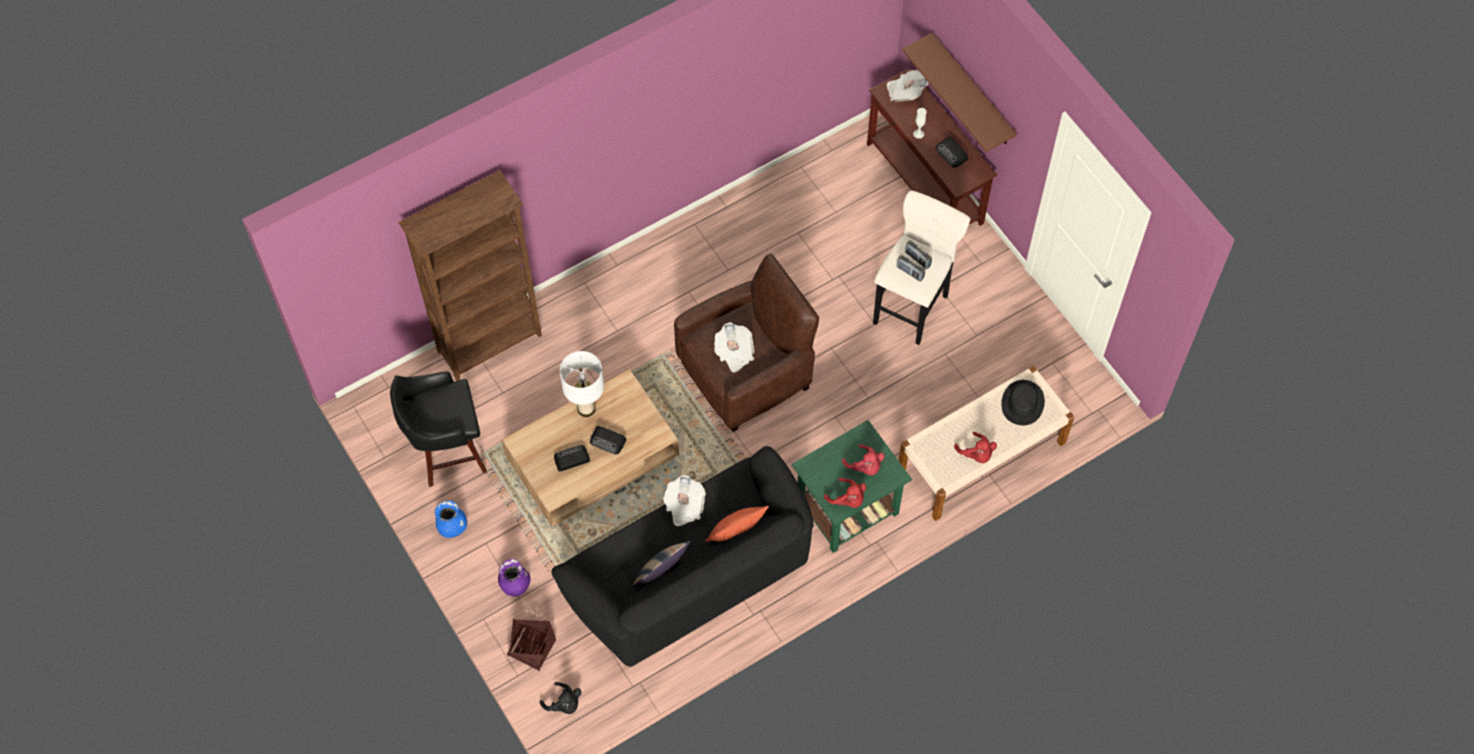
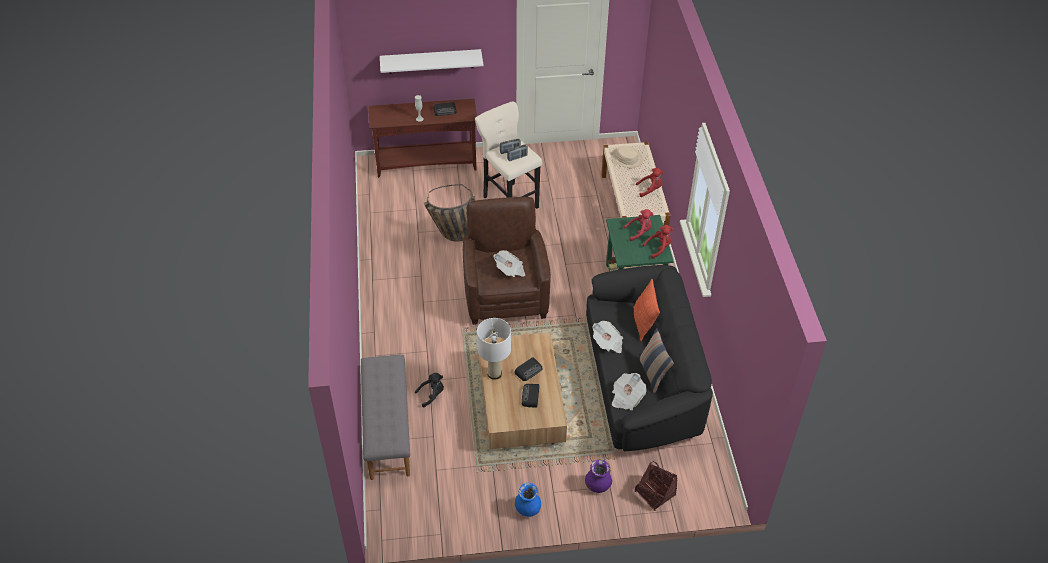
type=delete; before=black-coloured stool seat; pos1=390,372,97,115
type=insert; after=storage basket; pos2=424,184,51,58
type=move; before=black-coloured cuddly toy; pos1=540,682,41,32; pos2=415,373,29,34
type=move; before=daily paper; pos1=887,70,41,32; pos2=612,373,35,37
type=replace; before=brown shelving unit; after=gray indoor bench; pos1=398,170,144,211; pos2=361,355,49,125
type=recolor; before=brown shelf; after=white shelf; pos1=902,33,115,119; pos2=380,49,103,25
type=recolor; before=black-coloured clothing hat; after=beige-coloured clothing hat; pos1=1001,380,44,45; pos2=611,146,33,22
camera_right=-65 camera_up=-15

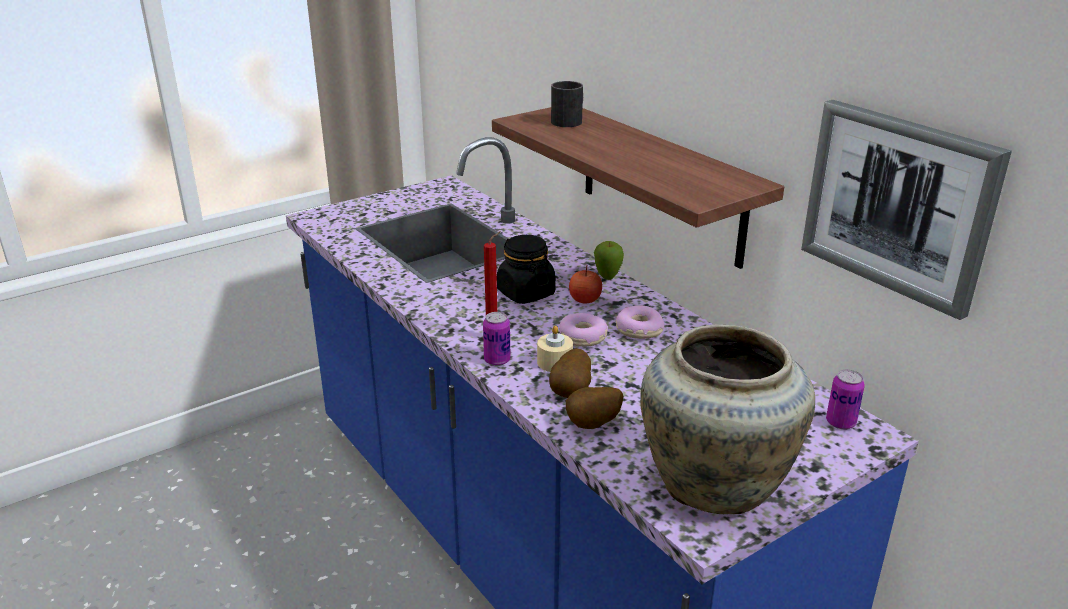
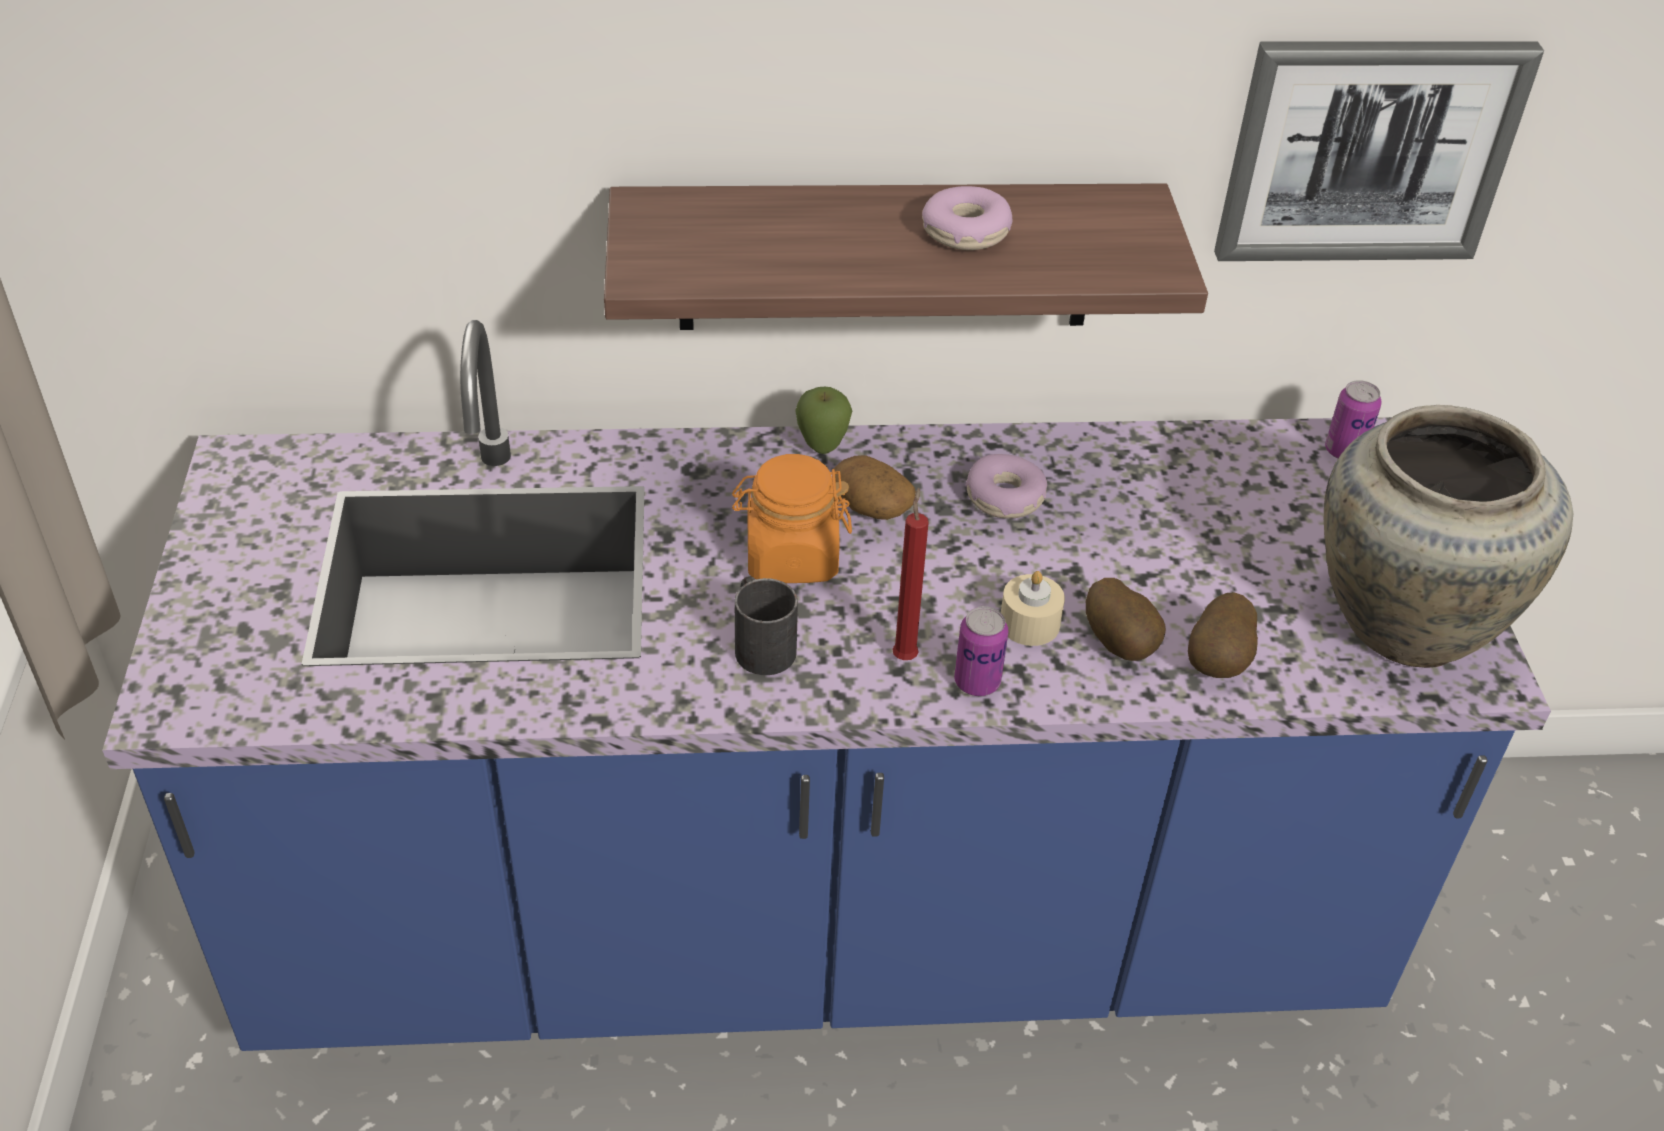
type=move; before=black-coloured tea mug; pos1=551,81,32,46; pos2=735,576,63,99
type=move; before=doughnut; pos1=559,313,49,34; pos2=922,186,91,64
type=replace; before=whole apple; after=potato; pos1=569,265,33,38; pos2=833,455,83,65
type=recolor; before=black-coloured jar; after=orange-coloured jar; pos1=497,235,59,69; pos2=732,454,120,129
camera_right=-60 camera_up=15

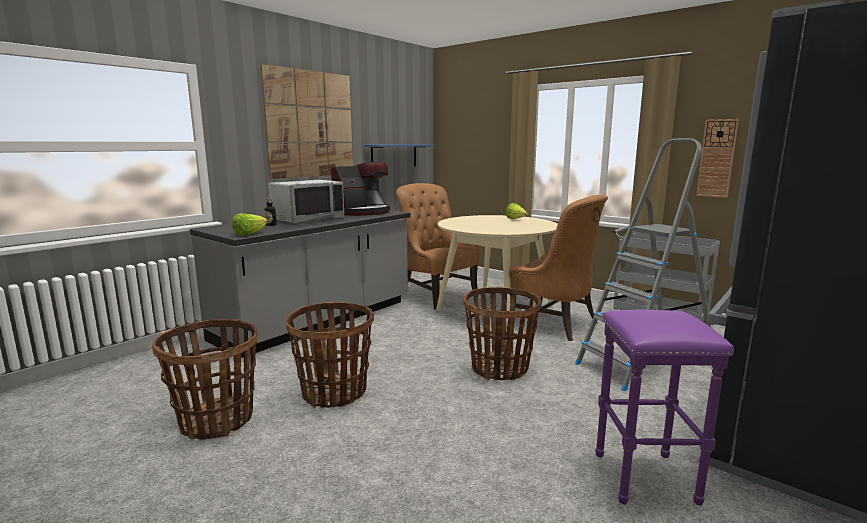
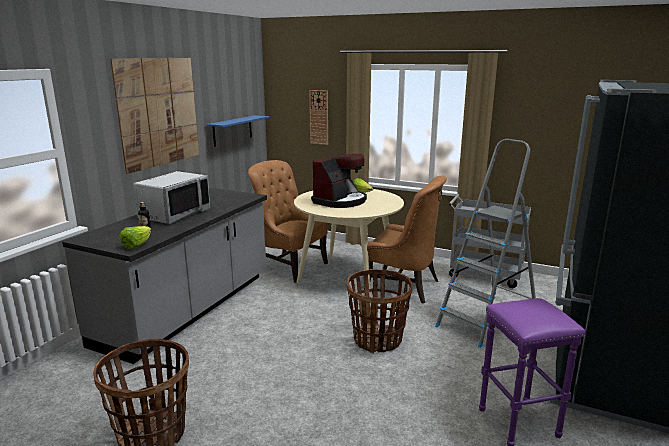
type=delete; before=storage basket; pos1=285,302,89,106
type=move; before=coffee machine; pos1=331,162,59,54; pos2=311,154,56,54
type=move; before=clock on the wall; pos1=696,119,43,79; pos2=309,90,19,55
camera_right=-15 camera_up=5

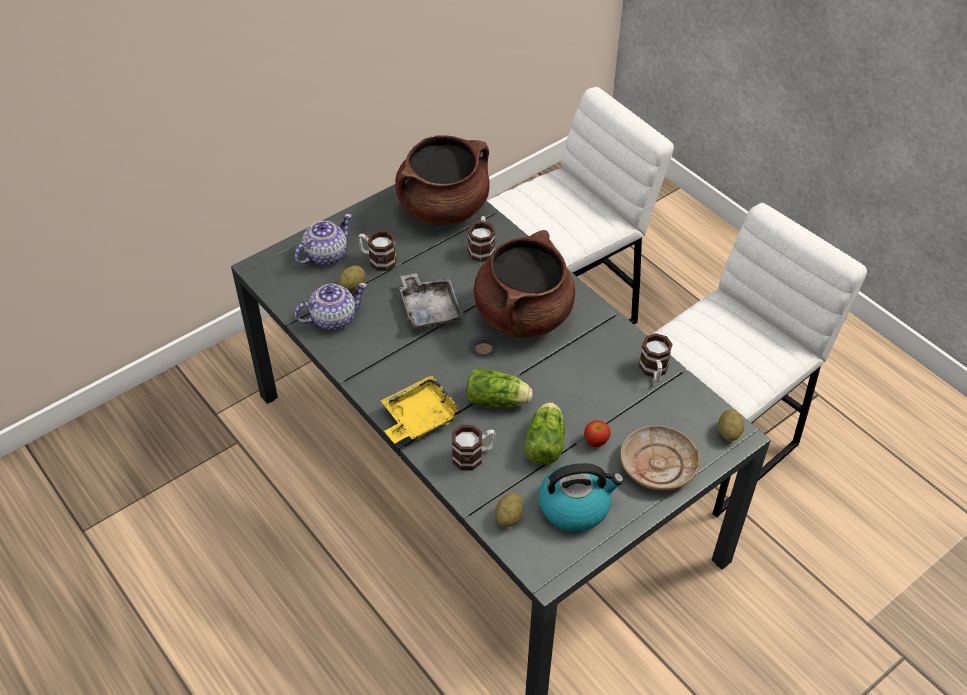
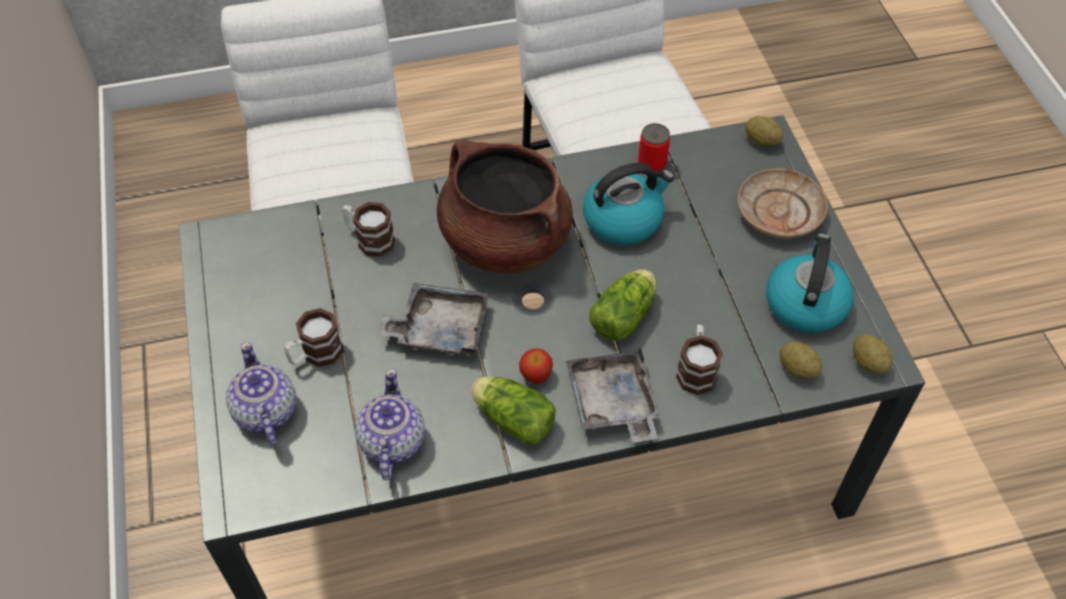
type=delete; before=brown saucepot; pos1=395,135,95,90
type=insert; after=kettle; pos2=583,163,91,82
type=move; before=potato; pos1=339,265,26,26; pos2=853,334,40,40
type=move; before=lettuce; pos1=524,402,41,63; pos2=471,376,85,69
type=move; before=whole apple; pos1=584,420,27,27; pos2=519,348,34,36
type=replace; before=tea mug; after=can; pos1=639,333,34,49; pos2=638,123,32,48
type=recolor; before=yellow-coloured tray; after=gray tray; pos1=381,375,82,69; pos2=566,347,94,96
camera_right=-65 camera_up=5

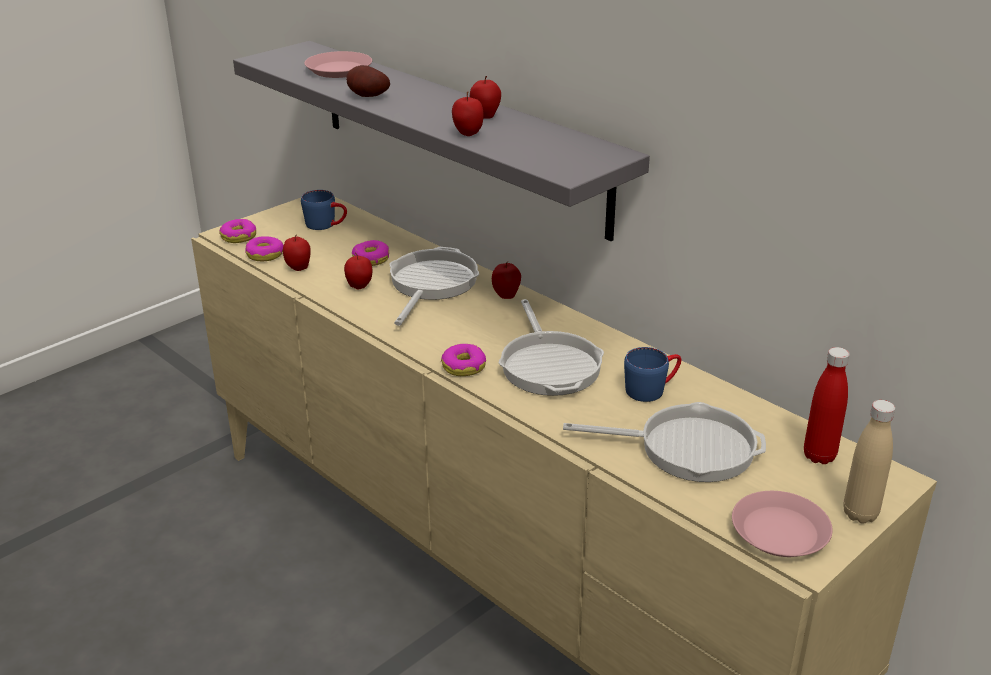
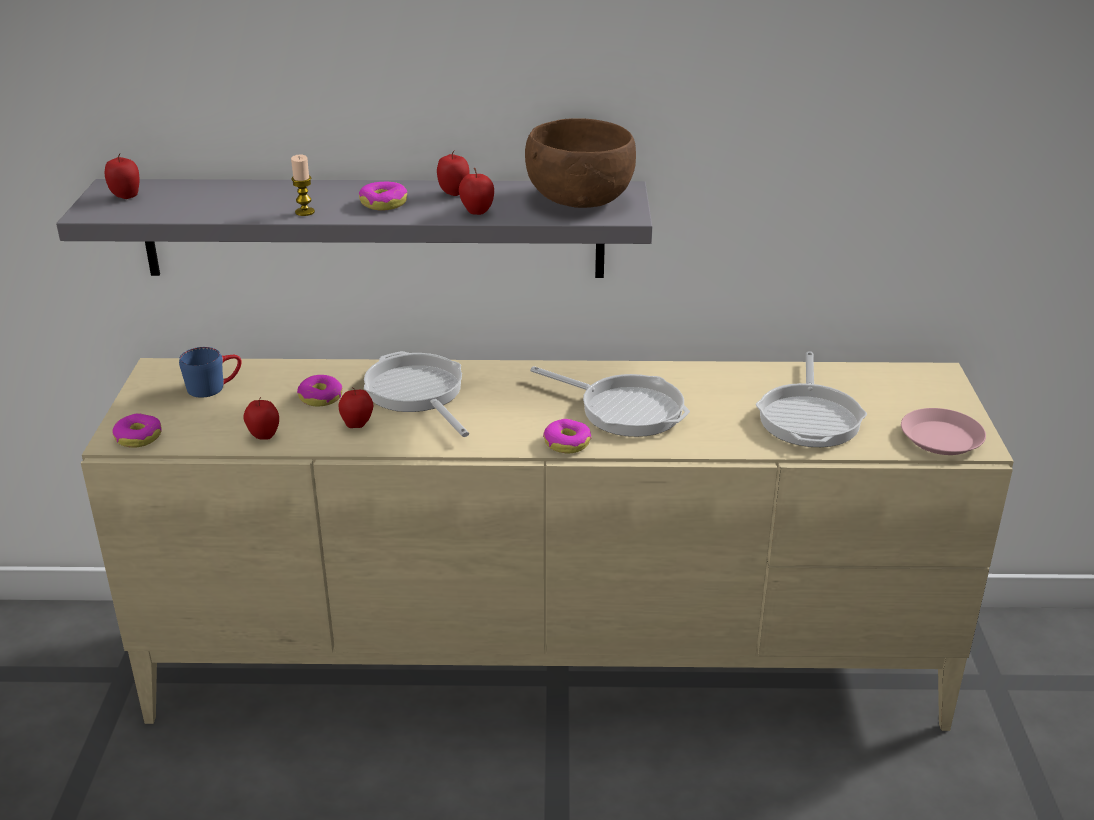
type=delete; before=pinkish plate; pos1=304,51,68,27
type=delete; before=bluish tea mug; pos1=624,347,57,55
type=delete; before=reddish beverage bottle; pos1=804,347,46,117
type=delete; before=beige-coloured beverage bottle; pos1=843,400,52,124
type=insert; after=brown deep dish; pos2=525,118,111,90
type=move; before=doughnut; pos1=245,236,39,25; pos2=359,182,48,29
type=move; before=whole apple; pos1=492,262,29,37; pos2=105,153,35,46
type=replace; before=potato; after=wax candle; pos1=346,65,44,32; pos2=291,155,24,61
type=rotate; before=frying pan; pos1=563,402,203,80; pos2=756,351,111,96; turn=135
camera_right=-45 camera_up=0

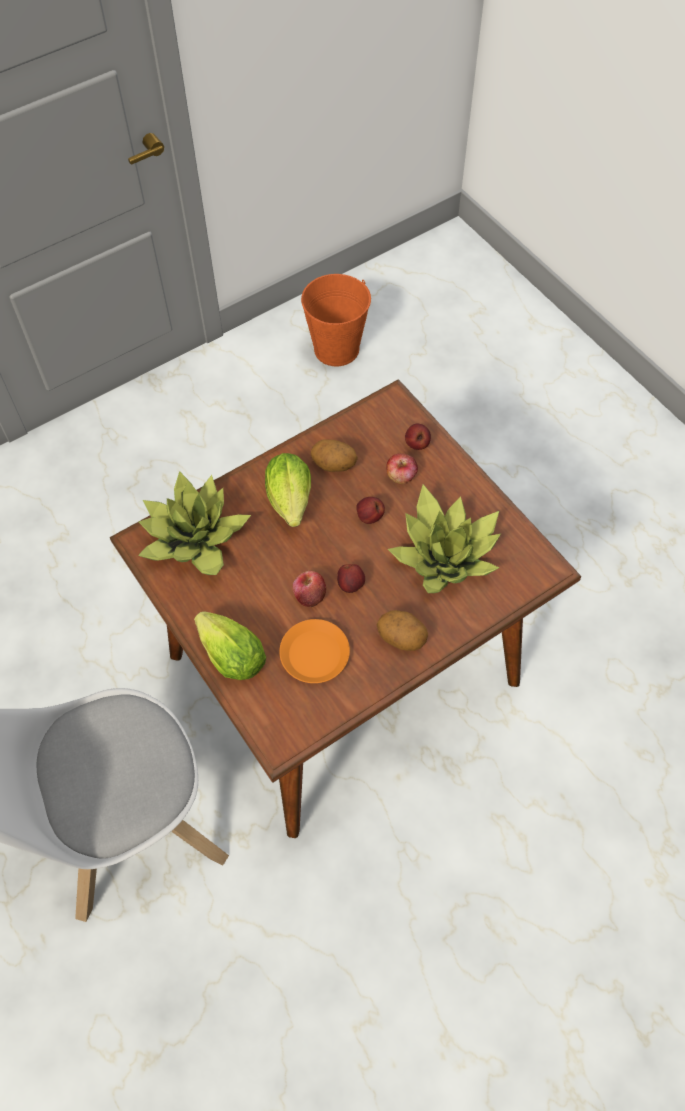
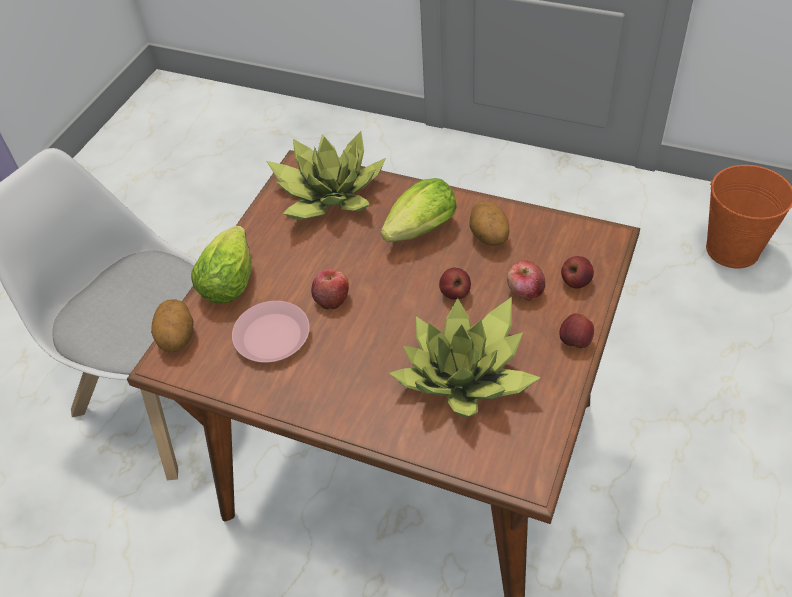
type=move; before=whole apple; pos1=337,564,28,29; pos2=559,313,35,35
type=move; before=potato; pos1=377,610,51,41; pos2=151,299,43,53
type=recolor; before=orange-coloured plate; after=pinkish plate; pos1=279,619,71,64; pos2=232,301,78,62
camera_right=60 camera_up=-10

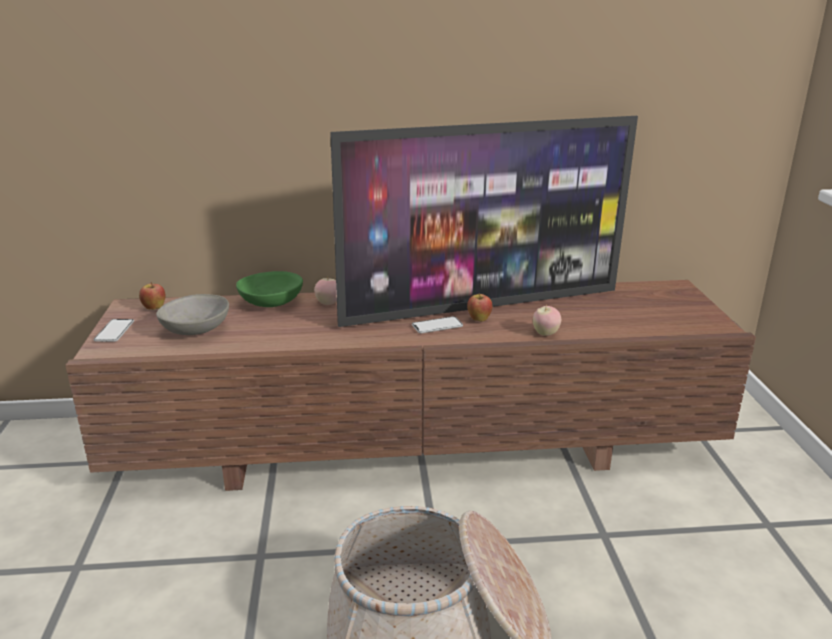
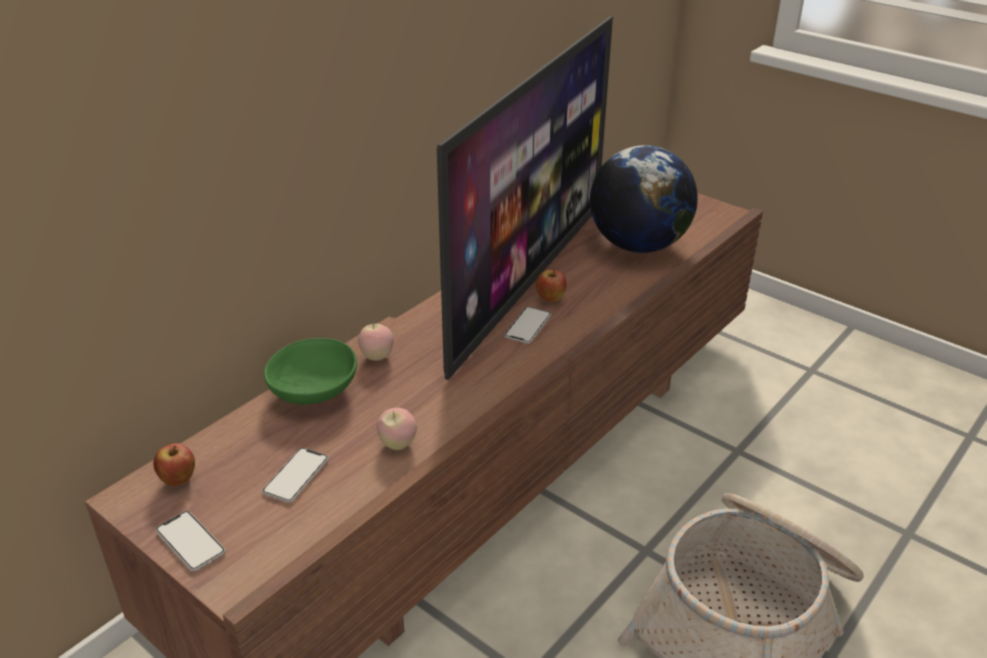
type=insert; after=globe; pos2=590,145,108,108
type=move; before=whole apple; pos1=533,304,28,32; pos2=377,408,40,42
type=replace; before=gray deep dish; after=handset; pos1=156,294,73,41; pos2=262,448,67,55
camera_right=-45 camera_up=10

